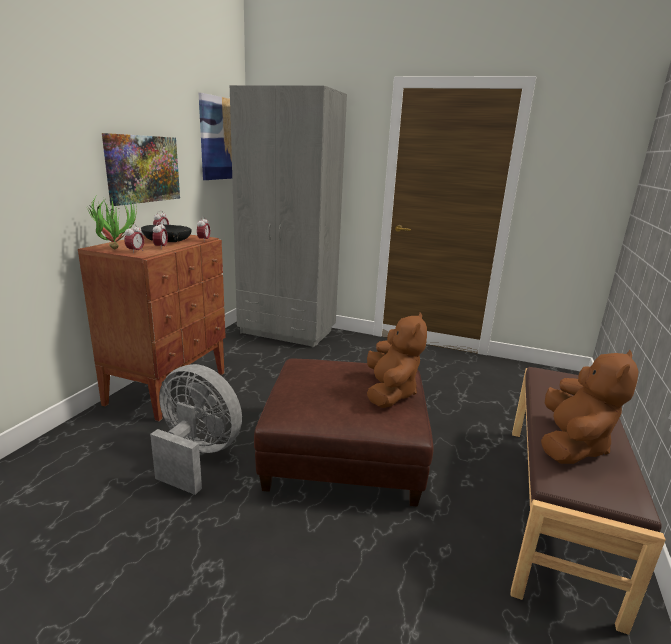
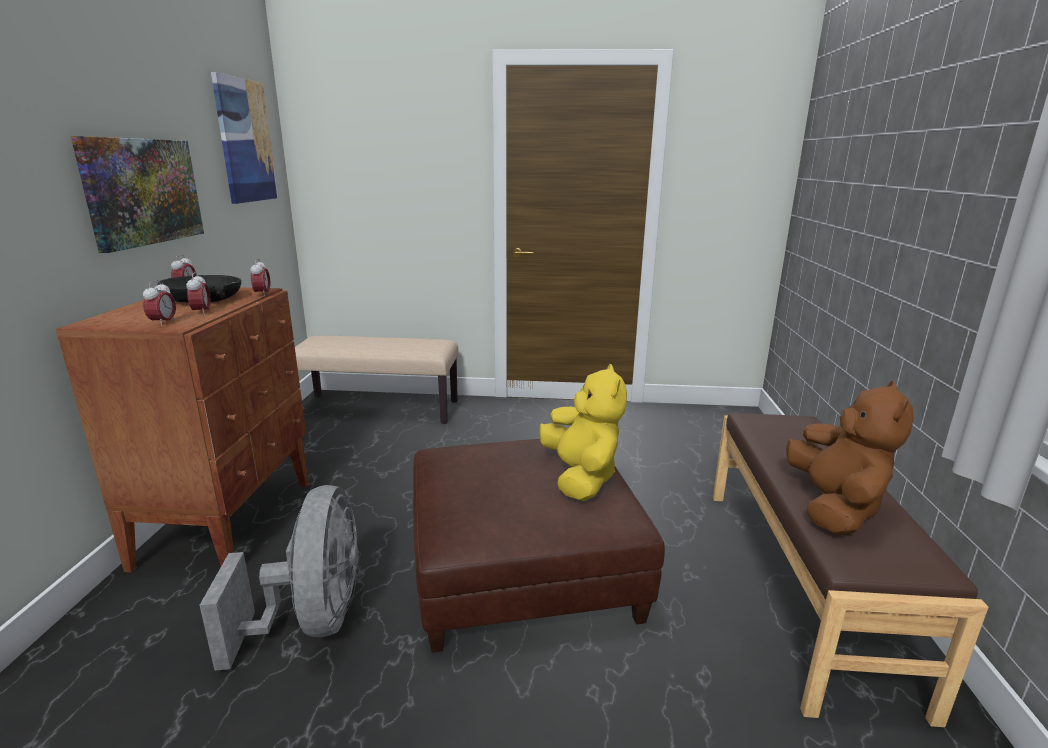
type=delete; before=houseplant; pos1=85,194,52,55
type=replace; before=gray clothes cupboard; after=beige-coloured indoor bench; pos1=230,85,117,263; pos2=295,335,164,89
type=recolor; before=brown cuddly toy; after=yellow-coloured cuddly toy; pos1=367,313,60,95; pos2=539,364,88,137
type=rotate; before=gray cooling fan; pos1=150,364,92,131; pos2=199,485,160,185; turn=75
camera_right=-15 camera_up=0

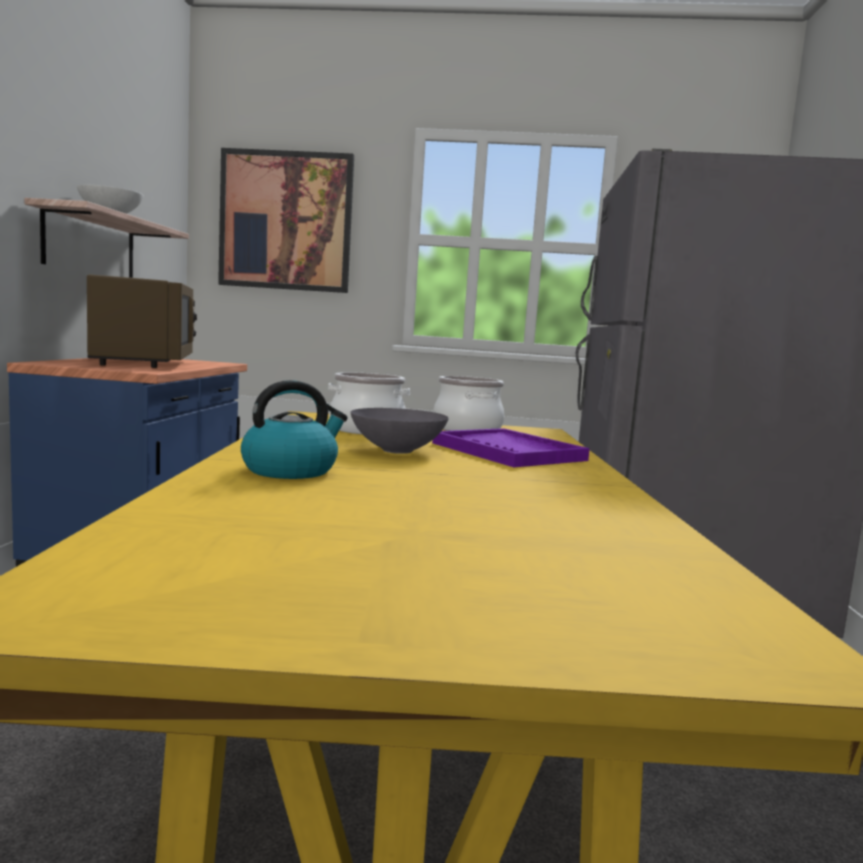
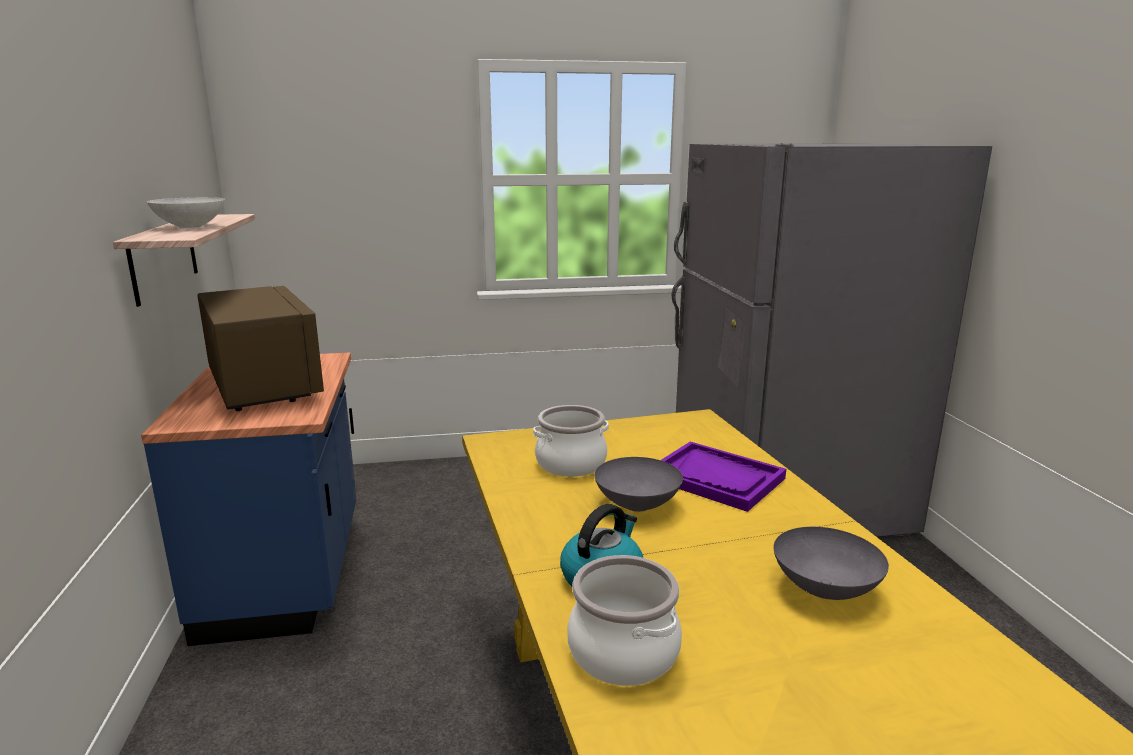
type=delete; before=wall art; pos1=218,148,136,145
type=insert; after=gray deep dish; pos2=774,527,115,73
type=move; before=saucepot; pos1=433,376,72,55; pos2=567,555,115,131
camera_right=-15 camera_up=10

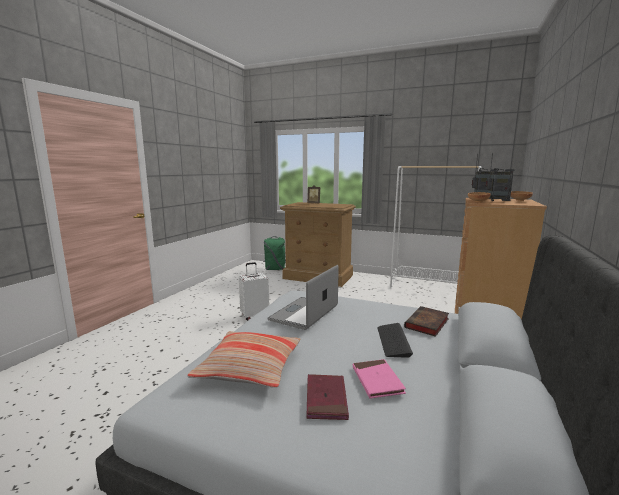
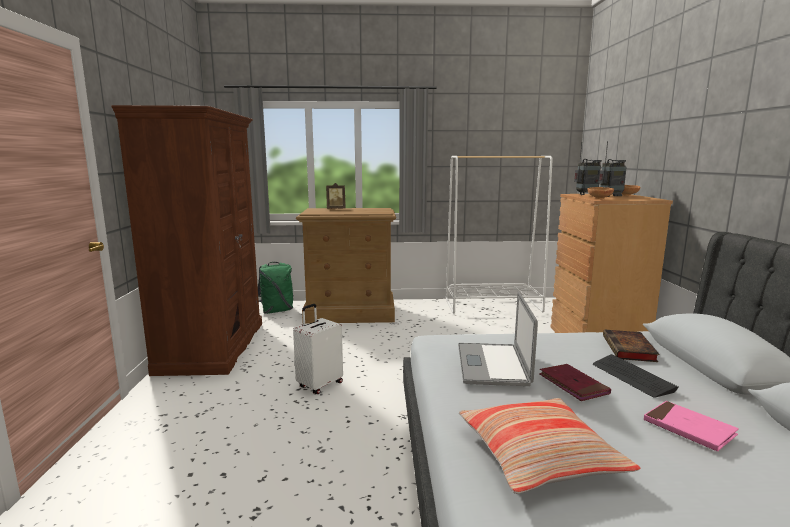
type=insert; after=brown clothes cupboard; pos2=111,105,151,271
type=move; before=reddish volume; pos1=306,374,43,46; pos2=539,364,72,37
camera_right=-25 camera_up=0

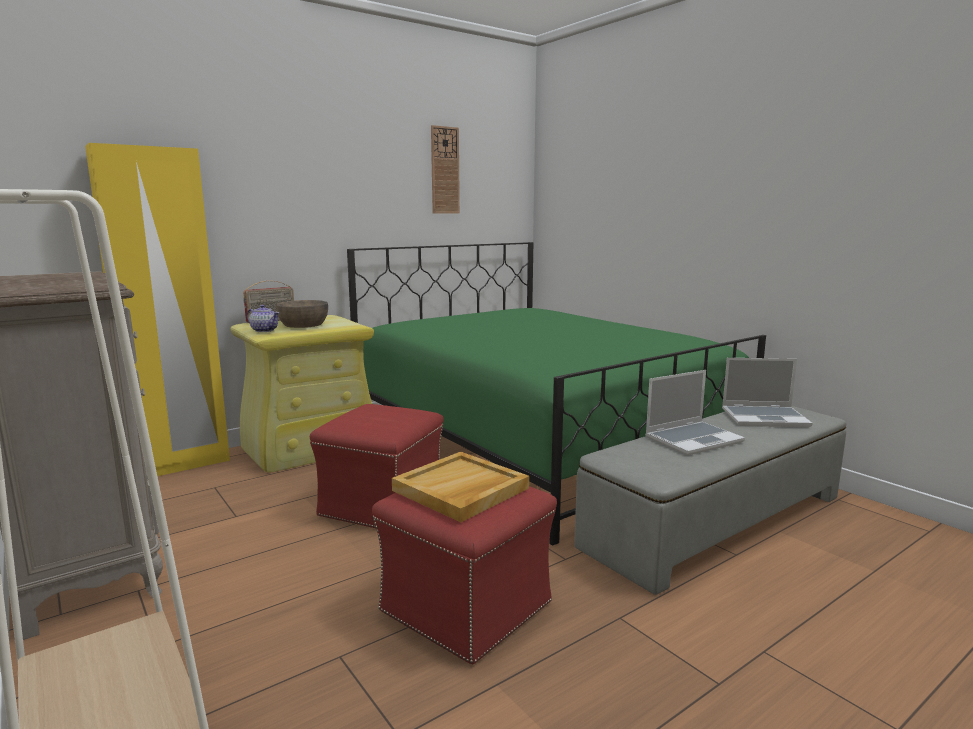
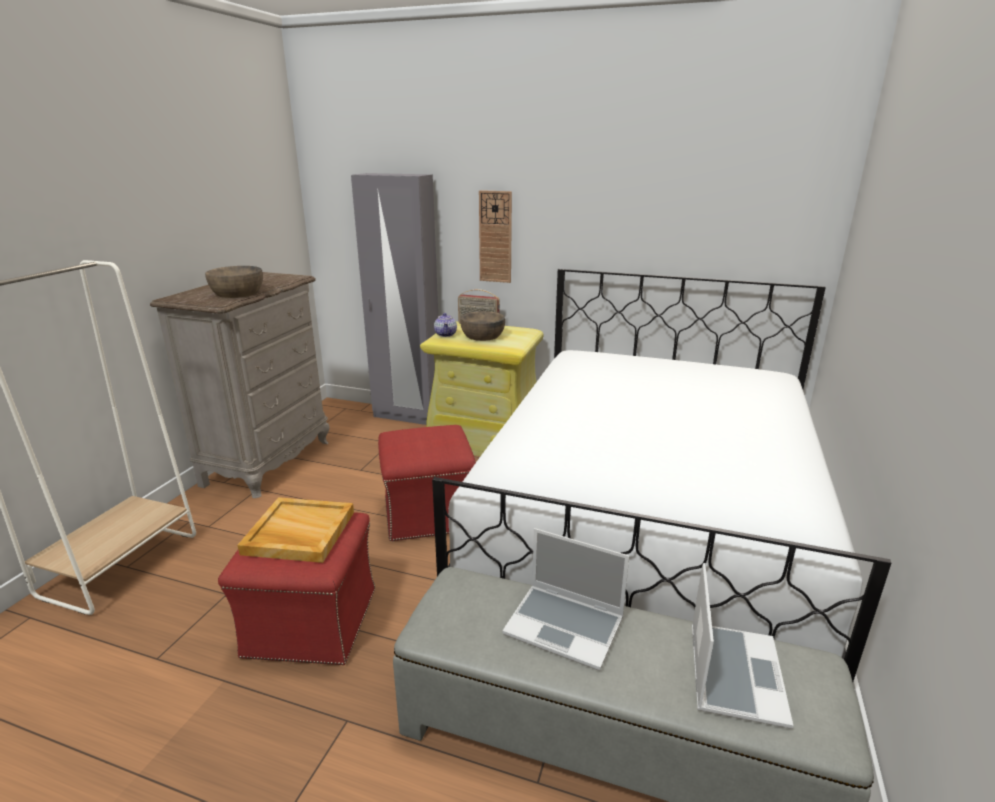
type=insert; after=brown deep dish; pos2=205,266,58,32
type=move; before=clock on the wall; pos1=431,125,29,89; pos2=479,190,33,93
type=recolor; before=yellow-coloured clothes cupboard; after=gray clothes cupboard; pos1=85,143,145,333; pos2=351,173,87,252
type=recolor; before=green bed; after=white bed; pos1=347,242,419,304; pos2=432,269,459,413
type=rotate; before=notebook computer; pos1=722,358,91,69; pos2=692,563,101,166; turn=-135
camera_right=55 camera_up=10

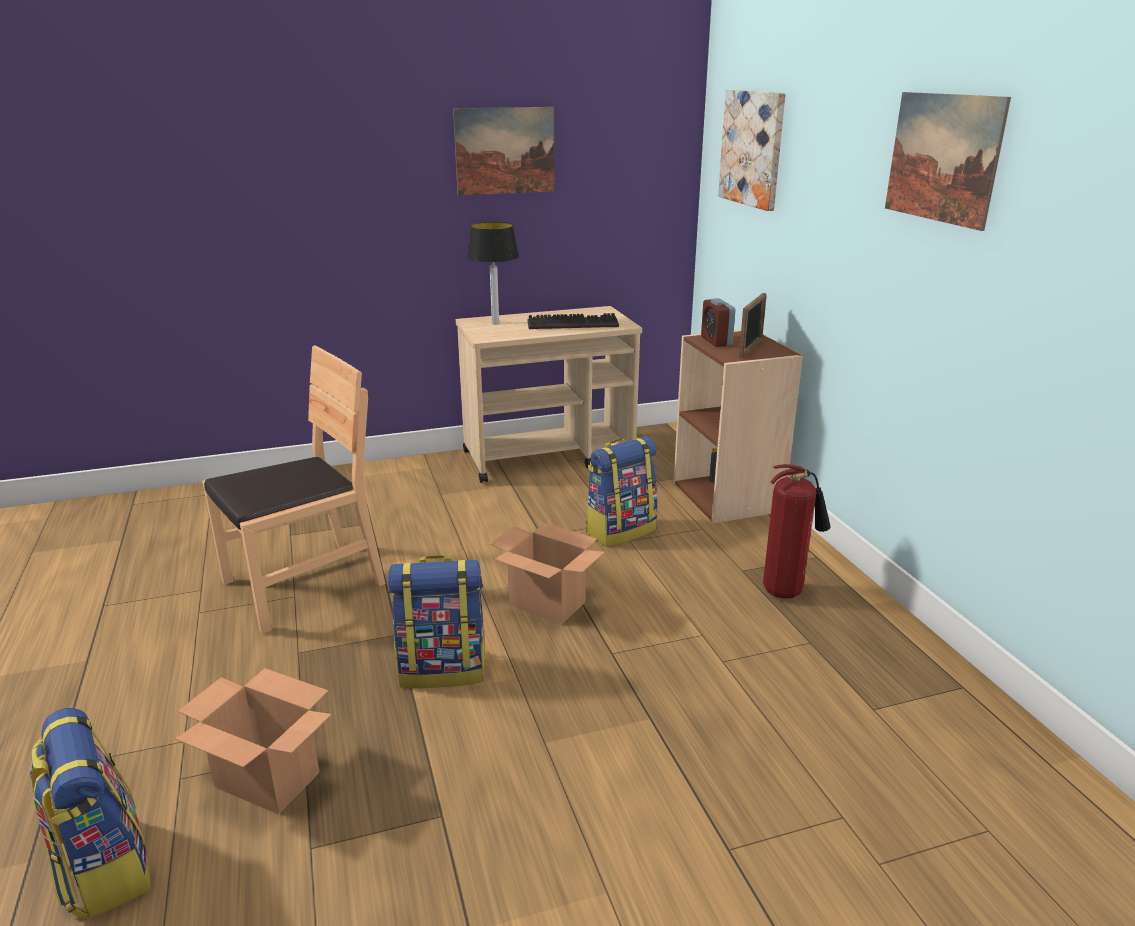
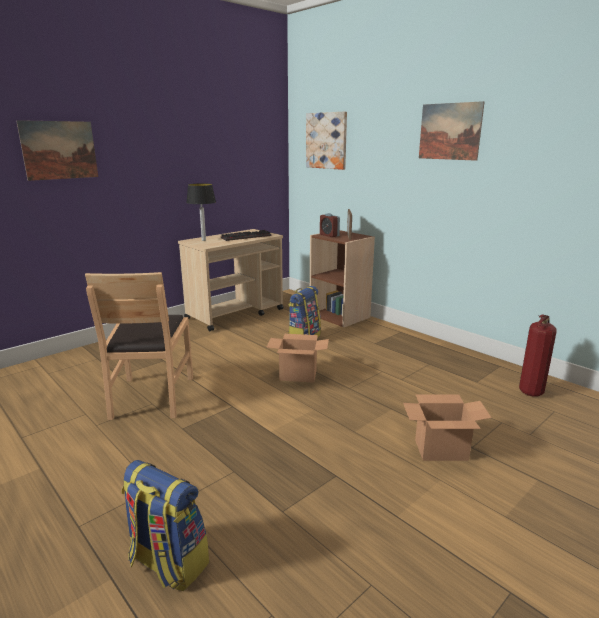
type=delete; before=knapsack; pos1=387,555,98,133
type=move; before=packing box; pos1=175,668,157,147; pos2=403,394,89,67
type=move; before=wall art; pos1=453,107,101,89; pos2=16,120,82,61
type=move; before=extinguisher; pos1=763,464,68,135; pos2=519,314,38,83
type=rotate; before=brown chair; pos1=202,345,184,289; pos2=85,272,108,148; turn=150
camera_right=-25 camera_up=-5

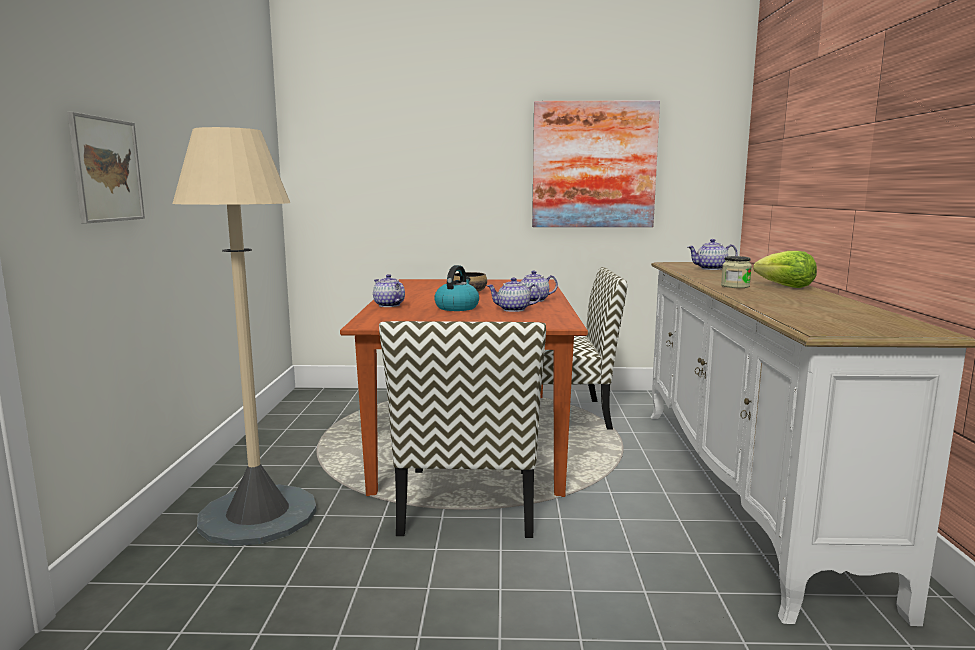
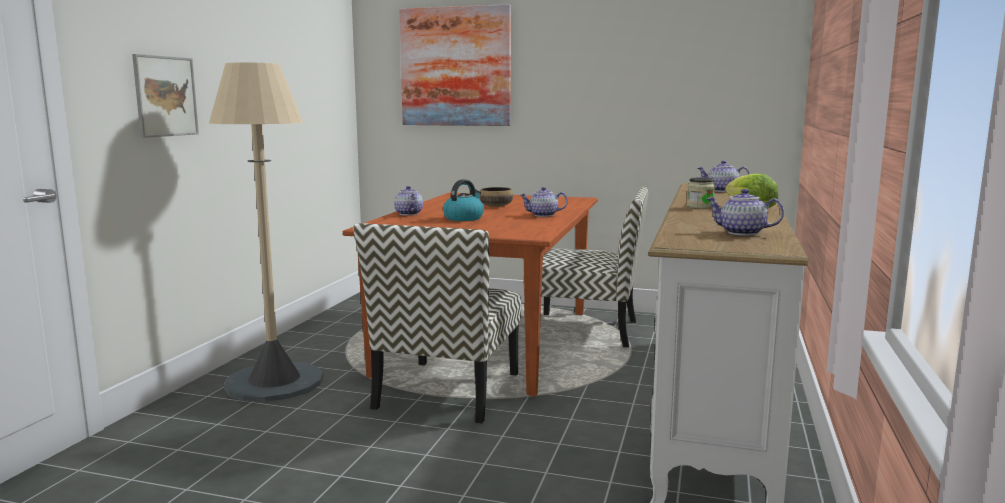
type=move; before=tea pot; pos1=487,277,54,35; pos2=707,189,77,46
type=move; before=wall art; pos1=532,100,128,127; pos2=399,4,112,122
camera_right=15 camera_up=0

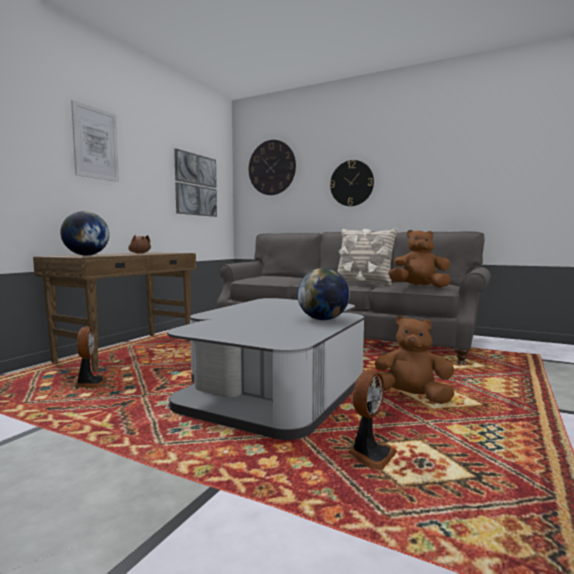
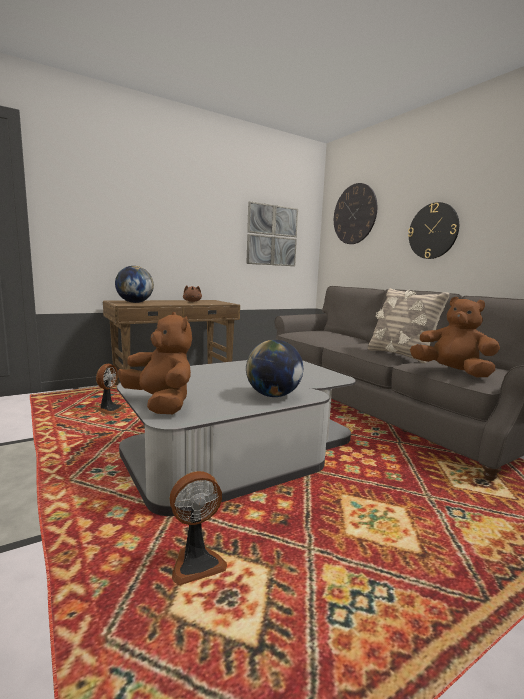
type=delete; before=wall art; pos1=71,100,48,82
type=move; before=brown cuddly toy; pos1=375,316,79,88; pos2=118,312,74,102
camera_right=30 camera_up=5

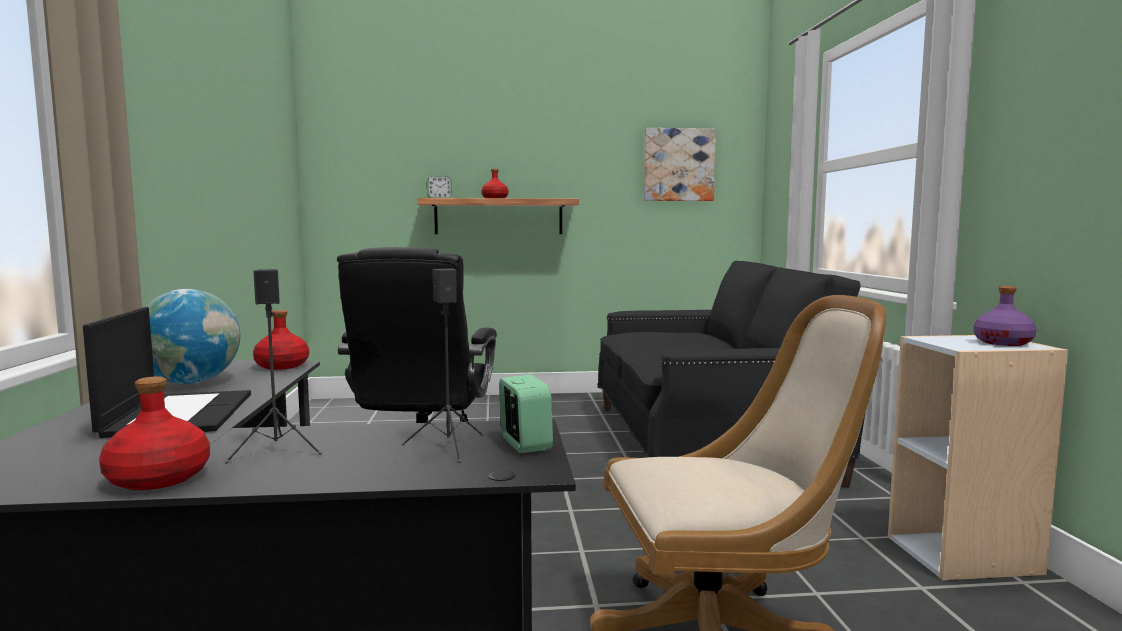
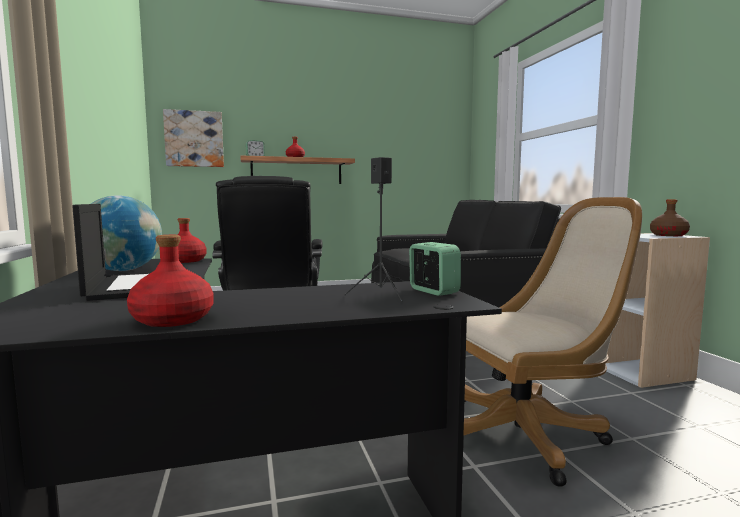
type=delete; before=black-coloured speaker; pos1=225,269,97,195
type=move; before=wall art; pos1=644,128,72,73; pos2=163,109,61,58
type=recolor; before=purple-coloured beverage bottle; after=brown beverage bottle; pos1=973,286,63,60; pos2=650,199,40,37
camera_right=-10 camera_up=0

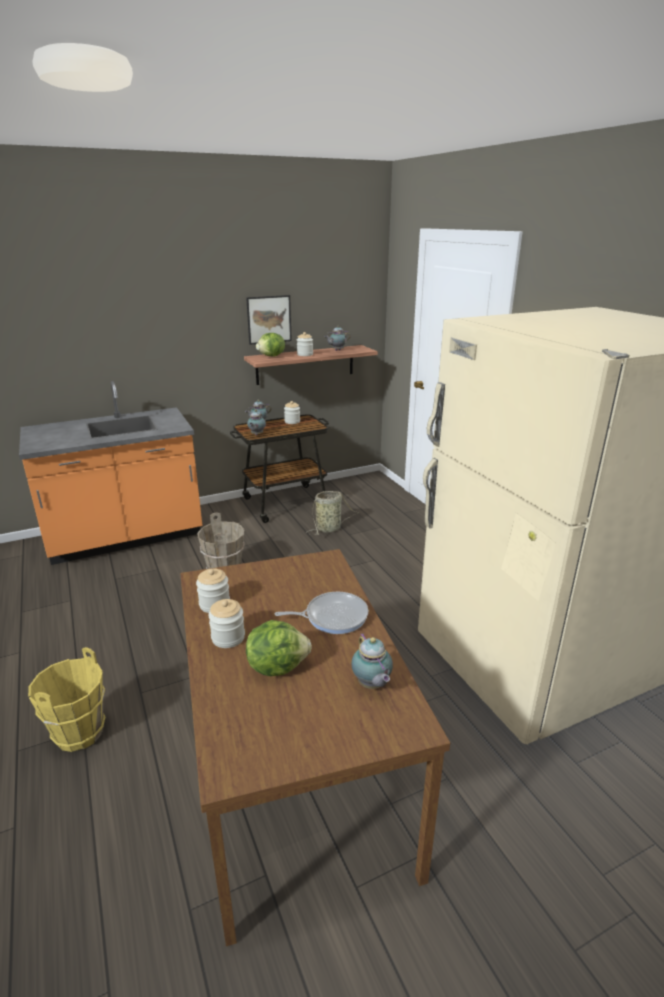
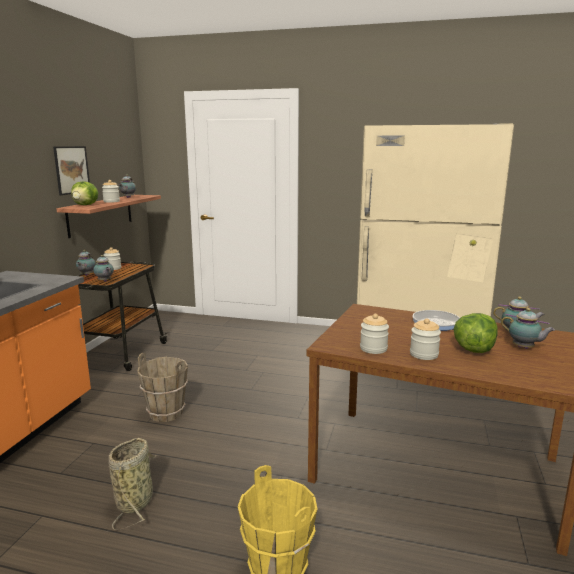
type=insert; after=tea pot; pos2=501,308,54,41
type=move; before=storage basket; pos1=306,491,53,44; pos2=108,438,47,92
camera_right=-50 camera_up=-10

